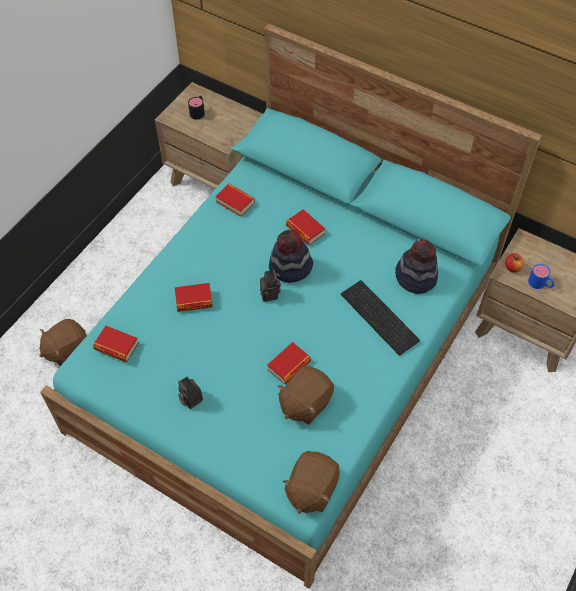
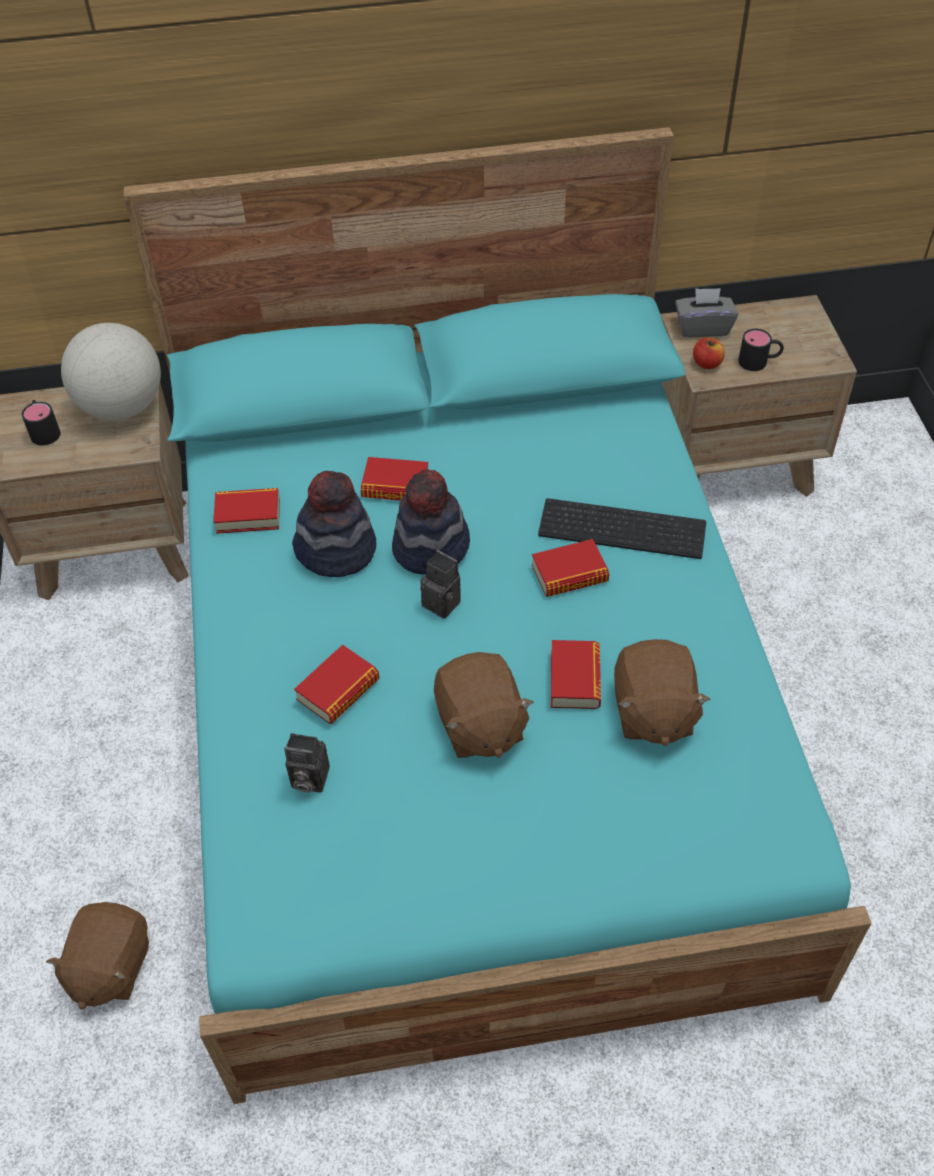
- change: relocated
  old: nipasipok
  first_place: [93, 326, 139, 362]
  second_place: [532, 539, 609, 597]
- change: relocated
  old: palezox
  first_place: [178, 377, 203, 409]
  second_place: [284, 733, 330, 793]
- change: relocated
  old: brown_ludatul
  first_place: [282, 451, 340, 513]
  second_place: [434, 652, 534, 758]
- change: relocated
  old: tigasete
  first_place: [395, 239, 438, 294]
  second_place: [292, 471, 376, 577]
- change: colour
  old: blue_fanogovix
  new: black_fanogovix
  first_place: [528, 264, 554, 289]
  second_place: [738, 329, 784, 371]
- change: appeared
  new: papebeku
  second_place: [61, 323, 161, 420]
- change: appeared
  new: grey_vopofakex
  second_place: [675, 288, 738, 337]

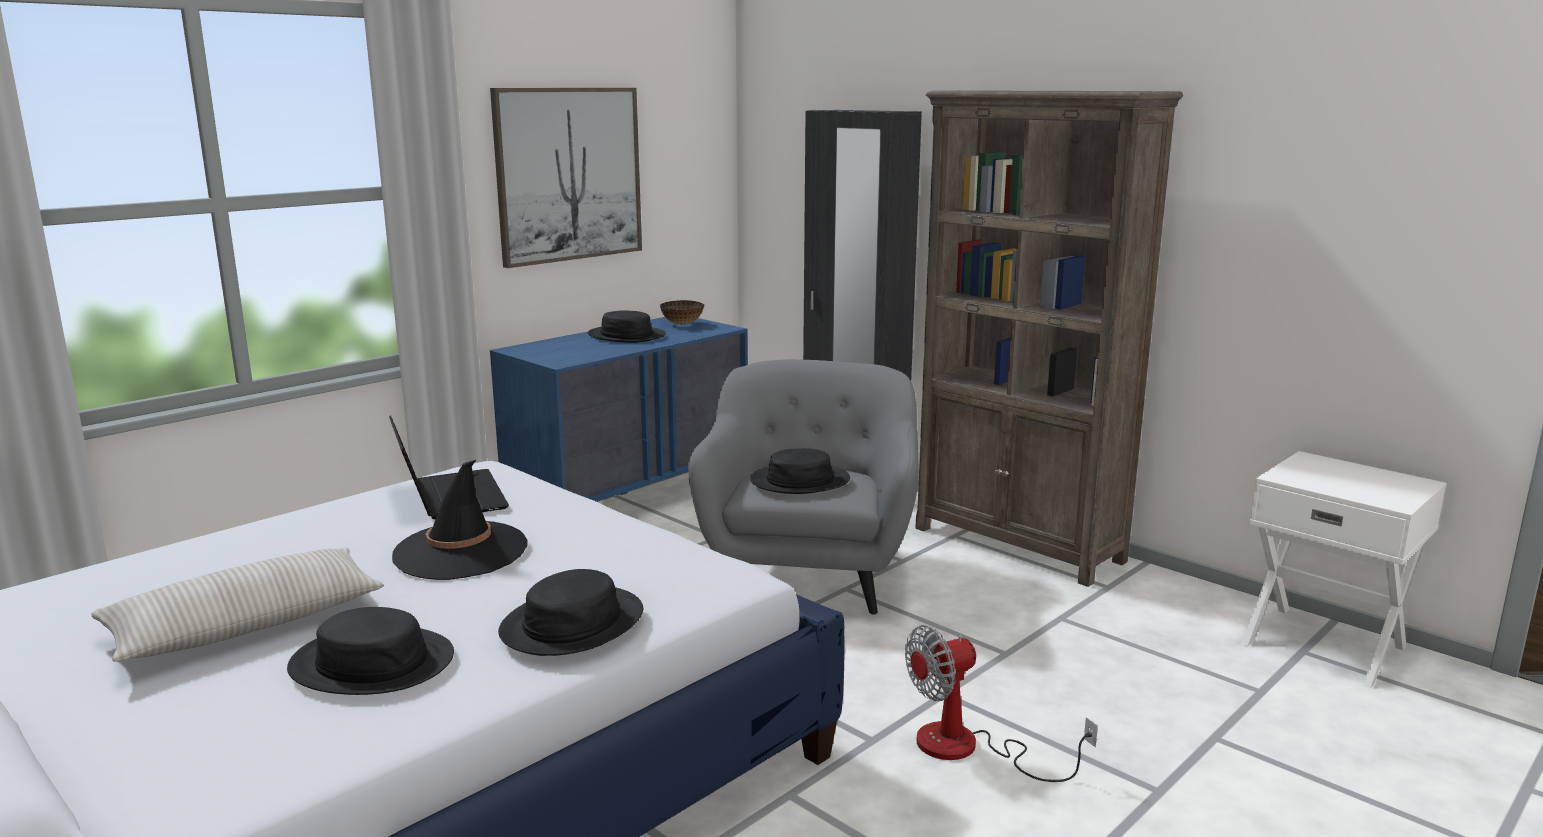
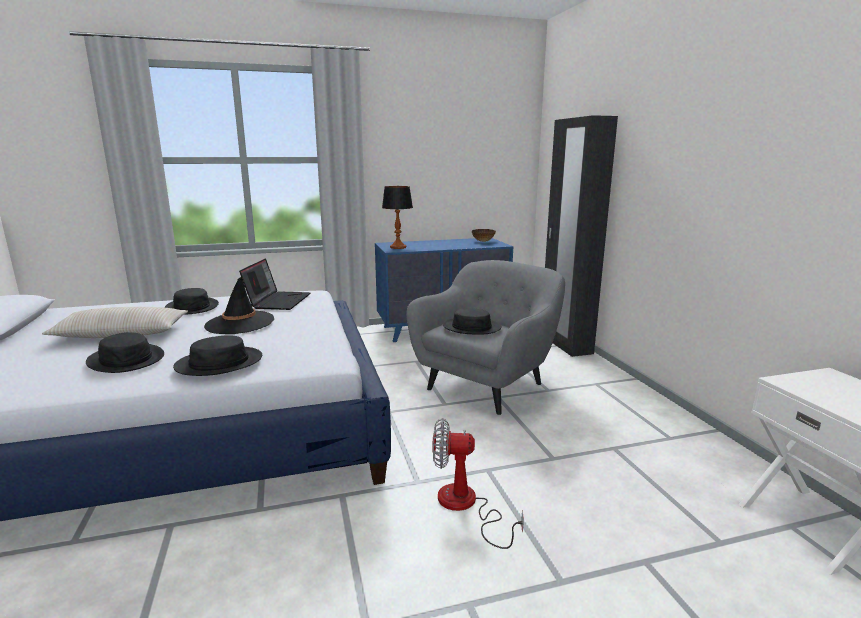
- change: missing
  old: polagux
  first_place: [490, 88, 642, 268]
- change: relocated
  old: black_tigasete
  first_place: [588, 310, 666, 343]
  second_place: [165, 288, 219, 315]
- change: missing
  old: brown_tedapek
  first_place: [915, 91, 1183, 587]
- change: appeared
  new: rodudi
  second_place: [382, 186, 413, 249]

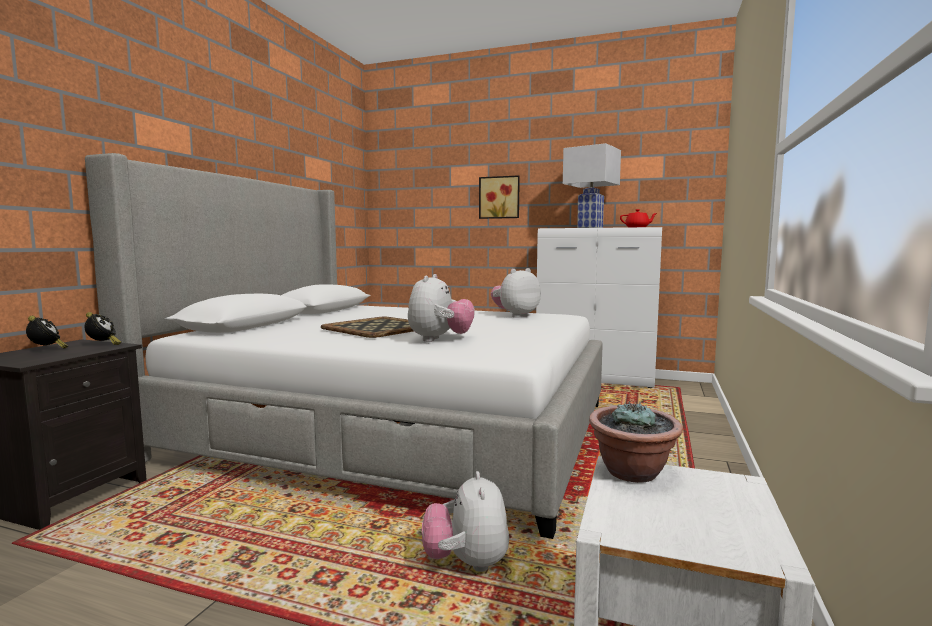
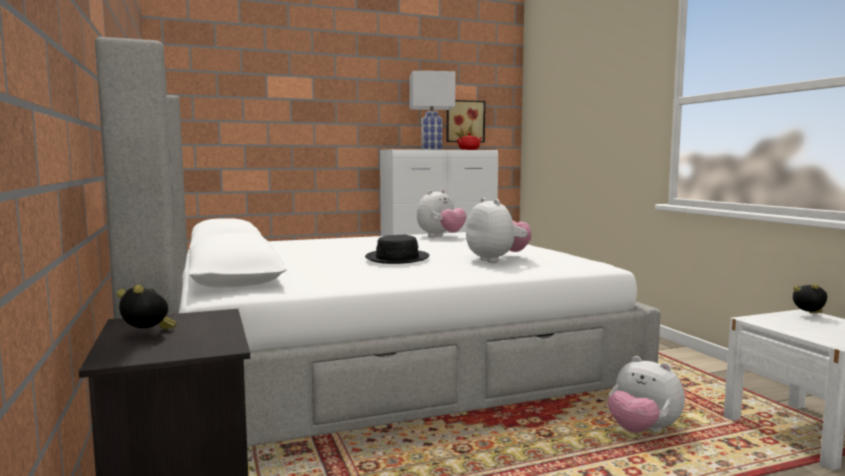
- change: relocated
  old: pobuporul
  first_place: [84, 312, 121, 345]
  second_place: [793, 284, 827, 313]
- change: exchanged
  old: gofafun
  new: black_tigasete
  first_place: [321, 317, 413, 338]
  second_place: [365, 235, 429, 264]
- change: relocated
  old: polagux
  first_place: [479, 175, 520, 219]
  second_place: [447, 100, 485, 142]
- change: spun
  old: ludatul
  first_place: [491, 268, 541, 318]
  second_place: [417, 189, 467, 237]
  degrees: -150
- change: missing
  old: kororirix
  first_place: [589, 402, 683, 483]

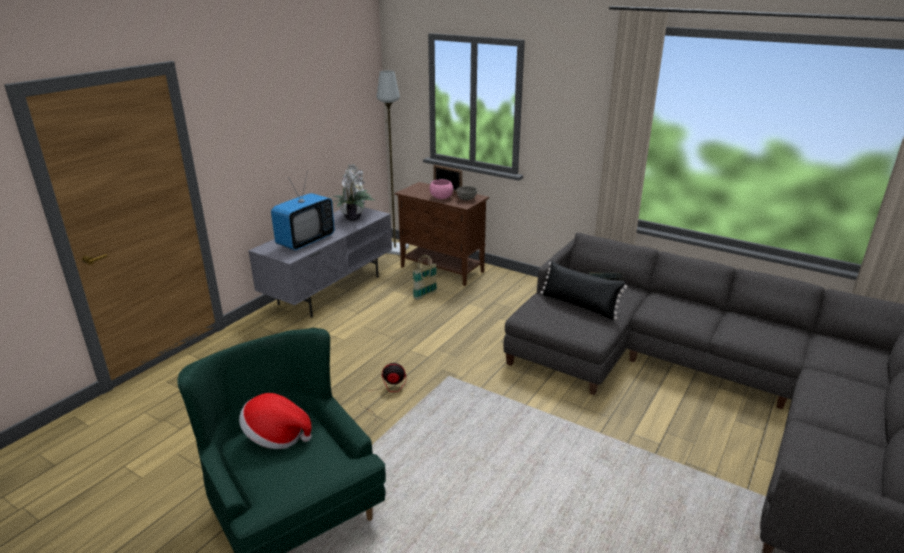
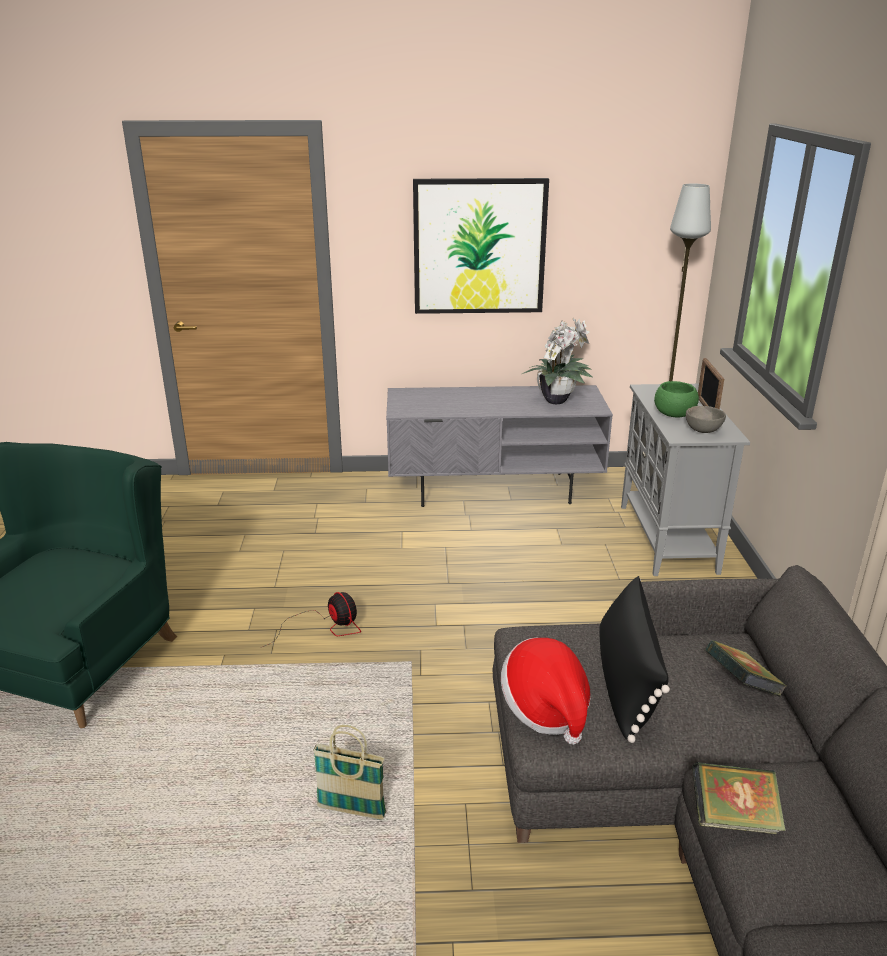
- change: relocated
  old: tigasete
  first_place: [239, 393, 312, 449]
  second_place: [501, 638, 591, 745]
- change: missing
  old: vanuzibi
  first_place: [271, 171, 335, 250]
- change: colour
  old: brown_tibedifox
  new: grey_tibedifox
  first_place: [395, 182, 489, 286]
  second_place: [621, 384, 750, 576]
- change: relocated
  old: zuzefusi
  first_place: [413, 255, 437, 300]
  second_place: [313, 725, 386, 820]
- change: colour
  old: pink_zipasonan
  new: green_zipasonan
  first_place: [430, 179, 453, 199]
  second_place: [654, 381, 699, 418]
- change: appeared
  new: polagux
  second_place: [413, 178, 549, 314]
- change: appeared
  new: nipasipok
  second_place: [692, 762, 786, 834]

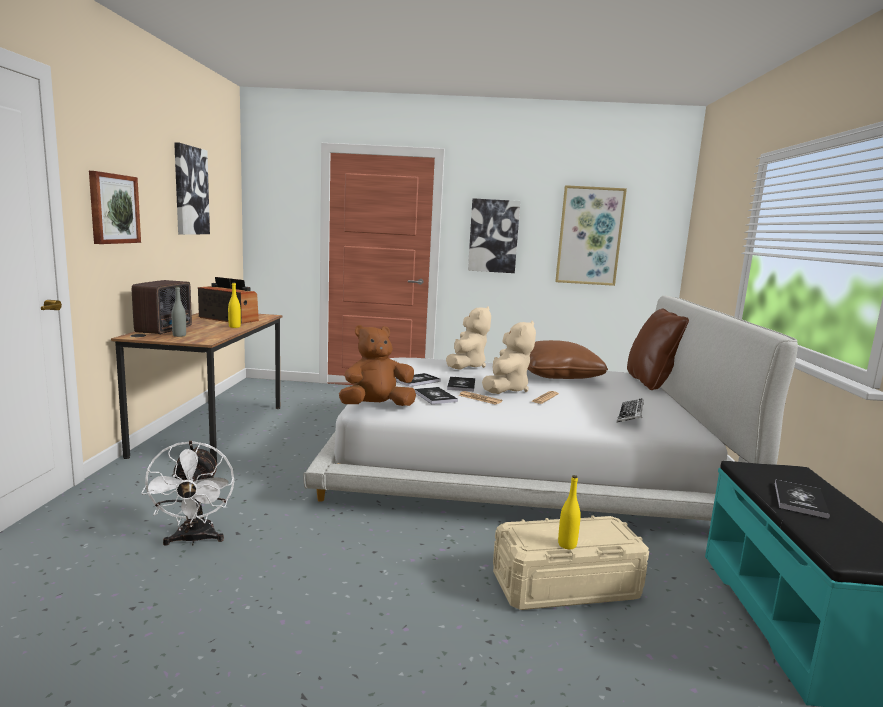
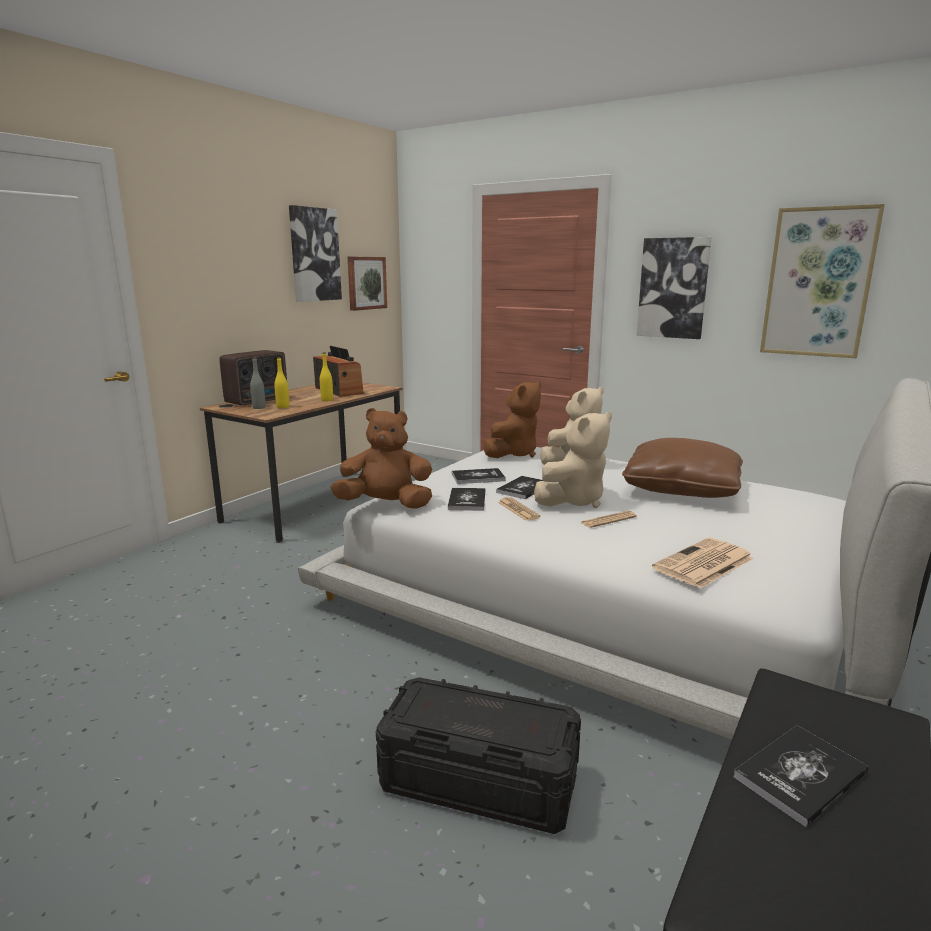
- change: relocated
  old: polagux
  first_place: [89, 171, 141, 244]
  second_place: [348, 257, 387, 311]
- change: missing
  old: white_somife
  first_place: [141, 441, 234, 546]
- change: colour
  old: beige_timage
  new: black_timage
  first_place: [493, 515, 649, 610]
  second_place: [376, 677, 581, 834]
- change: relocated
  old: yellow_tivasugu
  first_place: [558, 475, 581, 549]
  second_place: [274, 357, 289, 408]
- change: exchanged
  old: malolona
  new: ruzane
  first_place: [617, 398, 644, 422]
  second_place: [652, 538, 754, 588]
- change: missing
  old: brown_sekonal
  first_place: [627, 309, 689, 390]
- change: appeared
  new: brown_ludatul
  second_place: [483, 381, 541, 458]

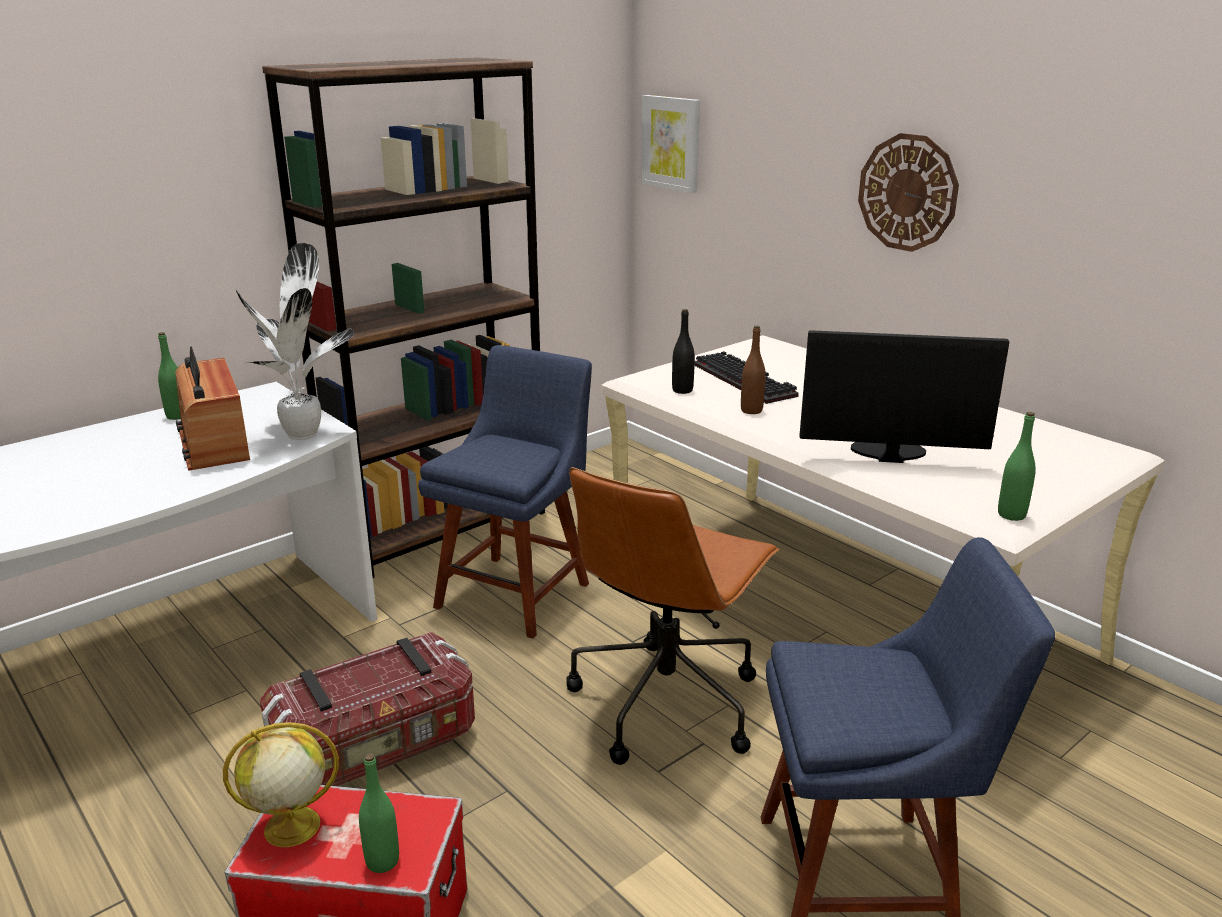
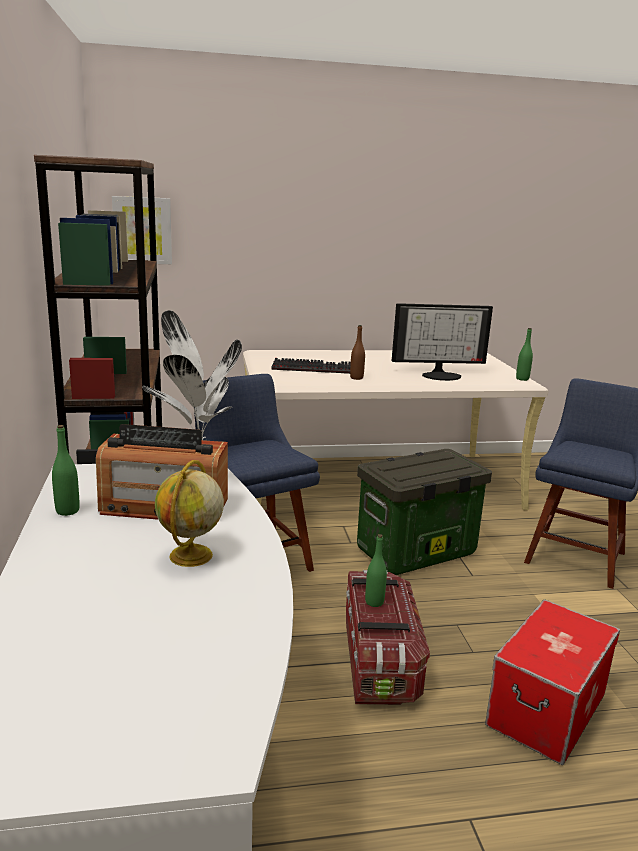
- change: relocated
  old: papebeku
  first_place: [223, 722, 339, 847]
  second_place: [155, 460, 224, 567]
- change: relocated
  old: green_tivasugu
  first_place: [359, 753, 399, 873]
  second_place: [365, 534, 387, 607]
- change: exchanged
  old: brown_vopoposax
  new: timage
  first_place: [566, 467, 780, 765]
  second_place: [357, 449, 492, 575]
- change: missing
  old: black_tivasugu
  first_place: [672, 309, 695, 394]
- change: spun
  old: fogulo
  first_place: [800, 330, 1009, 463]
  second_place: [392, 303, 493, 381]
  degrees: -135
- change: missing
  old: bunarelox
  first_place: [858, 133, 959, 252]

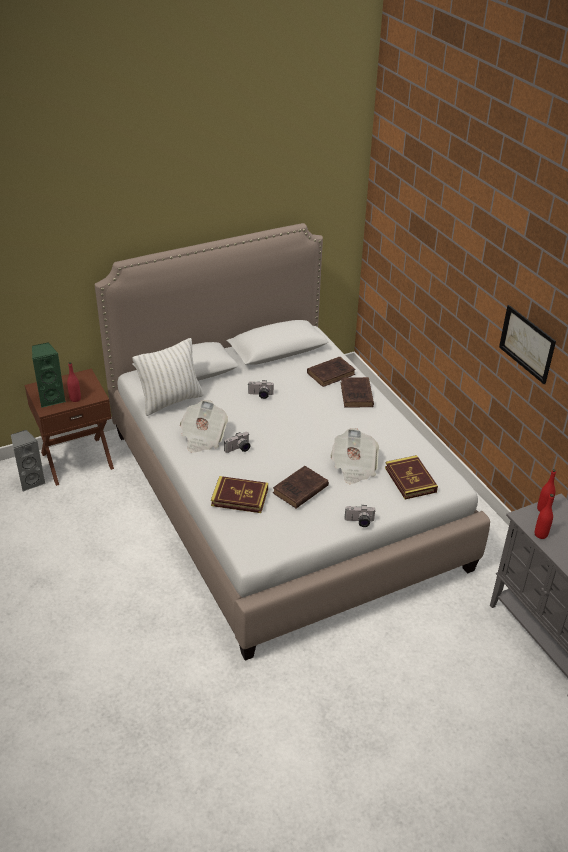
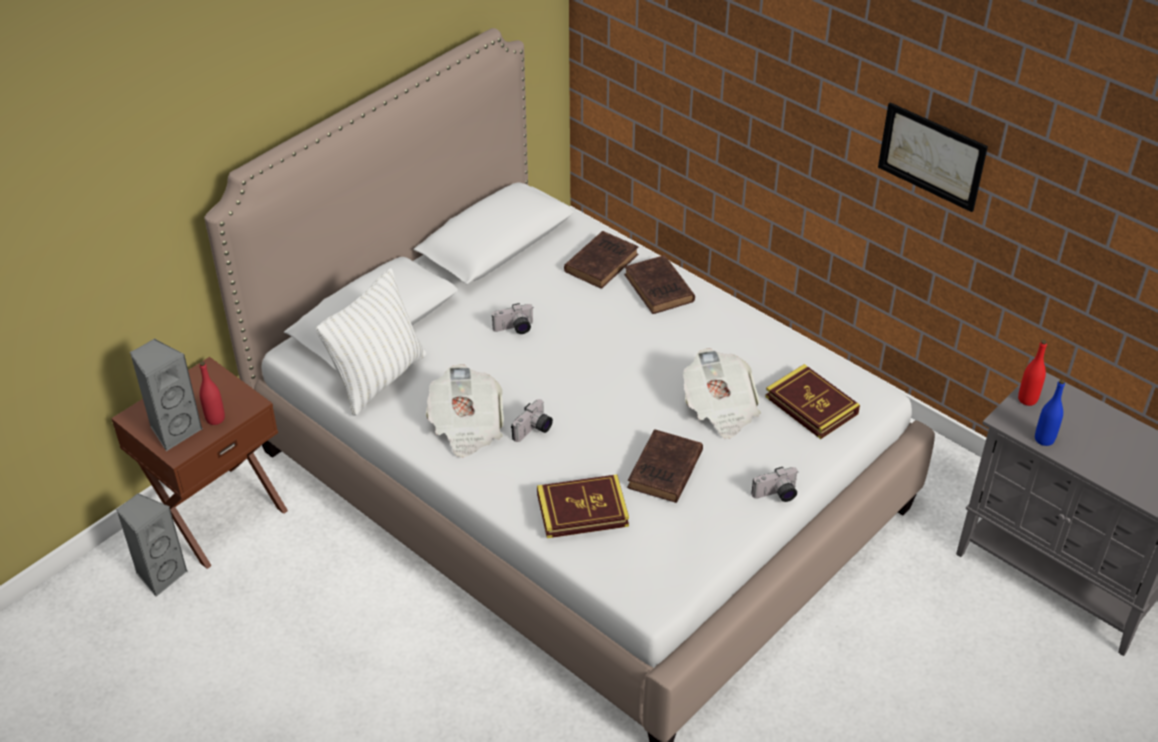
- change: colour
  old: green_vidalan
  new: grey_vidalan
  first_place: [32, 342, 66, 408]
  second_place: [129, 338, 203, 451]
- change: colour
  old: red_tivasugu
  new: blue_tivasugu
  first_place: [535, 494, 554, 539]
  second_place: [1035, 379, 1065, 446]

